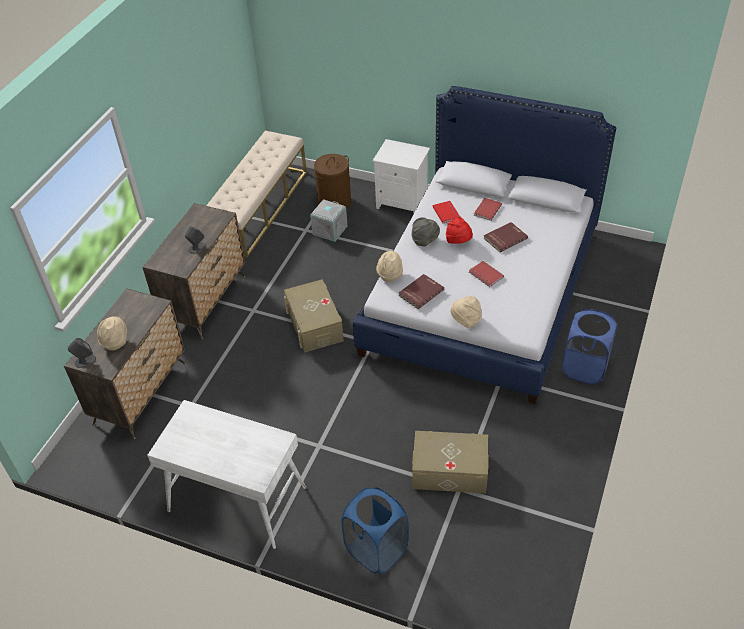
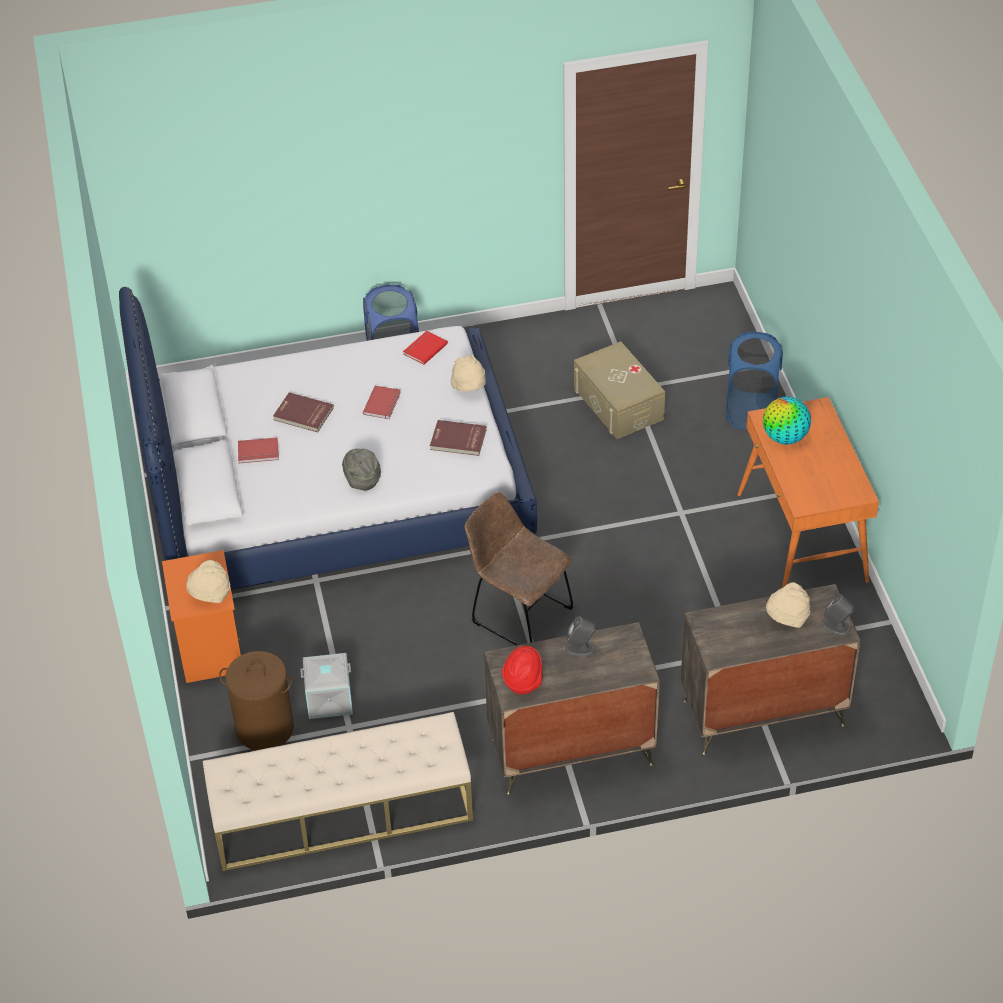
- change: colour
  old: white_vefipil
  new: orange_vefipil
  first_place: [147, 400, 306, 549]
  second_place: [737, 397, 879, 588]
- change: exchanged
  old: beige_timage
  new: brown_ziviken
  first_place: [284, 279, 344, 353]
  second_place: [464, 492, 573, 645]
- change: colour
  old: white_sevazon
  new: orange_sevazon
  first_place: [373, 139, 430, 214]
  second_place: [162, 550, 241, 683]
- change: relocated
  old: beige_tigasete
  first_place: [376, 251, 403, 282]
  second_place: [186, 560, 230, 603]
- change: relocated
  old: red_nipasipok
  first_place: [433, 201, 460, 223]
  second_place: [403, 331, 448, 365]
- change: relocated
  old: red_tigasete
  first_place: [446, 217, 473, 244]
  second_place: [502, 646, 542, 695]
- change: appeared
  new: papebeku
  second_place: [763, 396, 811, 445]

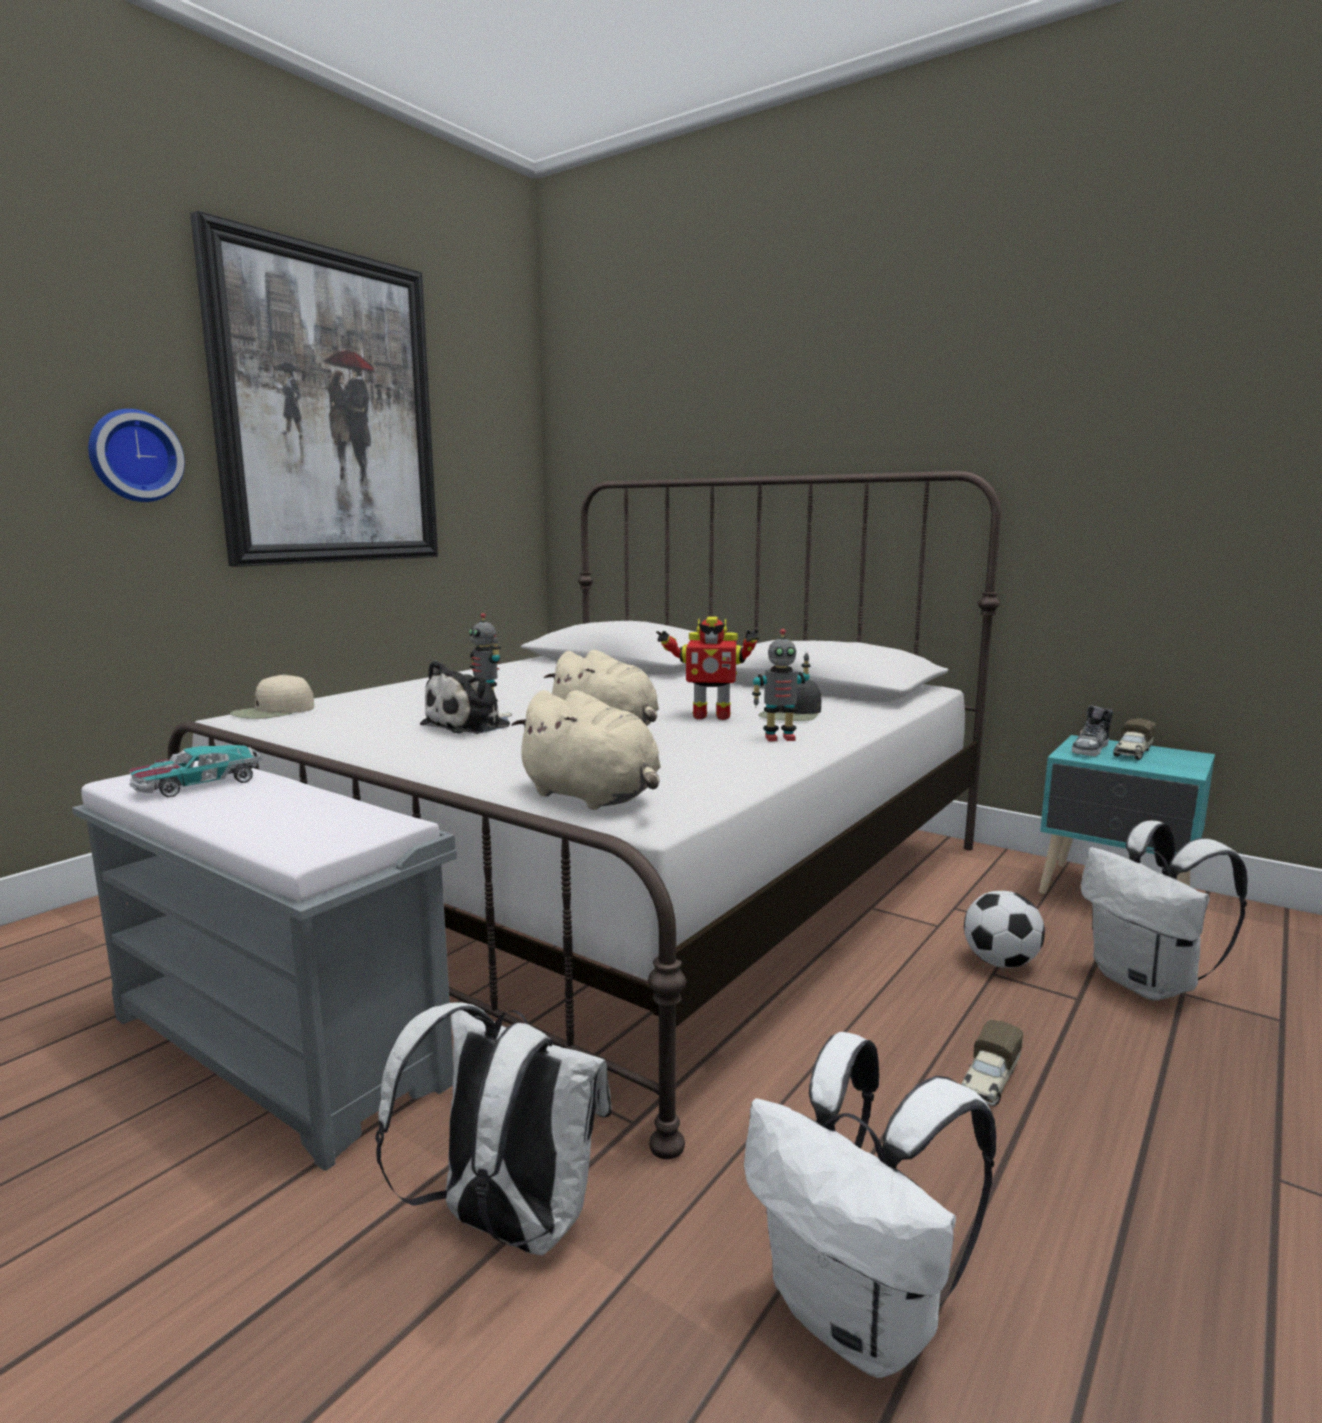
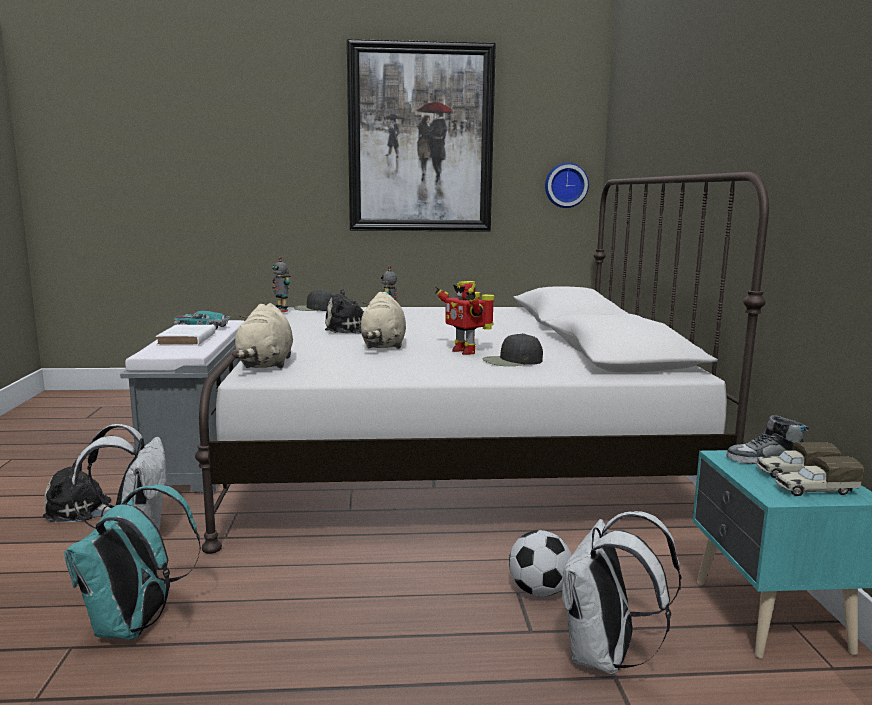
- change: relocated
  old: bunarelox
  first_place: [88, 409, 185, 502]
  second_place: [545, 162, 589, 208]
- change: colour
  old: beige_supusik
  new: black_supusik
  first_place: [230, 674, 314, 719]
  second_place: [294, 290, 333, 311]
- change: colour
  old: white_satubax
  new: turquoise_satubax
  first_place: [744, 1032, 996, 1378]
  second_place: [64, 484, 201, 639]
- change: relocated
  old: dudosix
  first_place: [752, 629, 811, 741]
  second_place: [272, 257, 290, 312]
- change: relocated
  old: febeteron
  first_place: [961, 1020, 1023, 1106]
  second_place: [775, 456, 864, 496]
- change: appeared
  new: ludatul
  second_place: [43, 460, 111, 522]
- change: appeared
  new: white_nipasipok
  second_place: [156, 325, 215, 346]

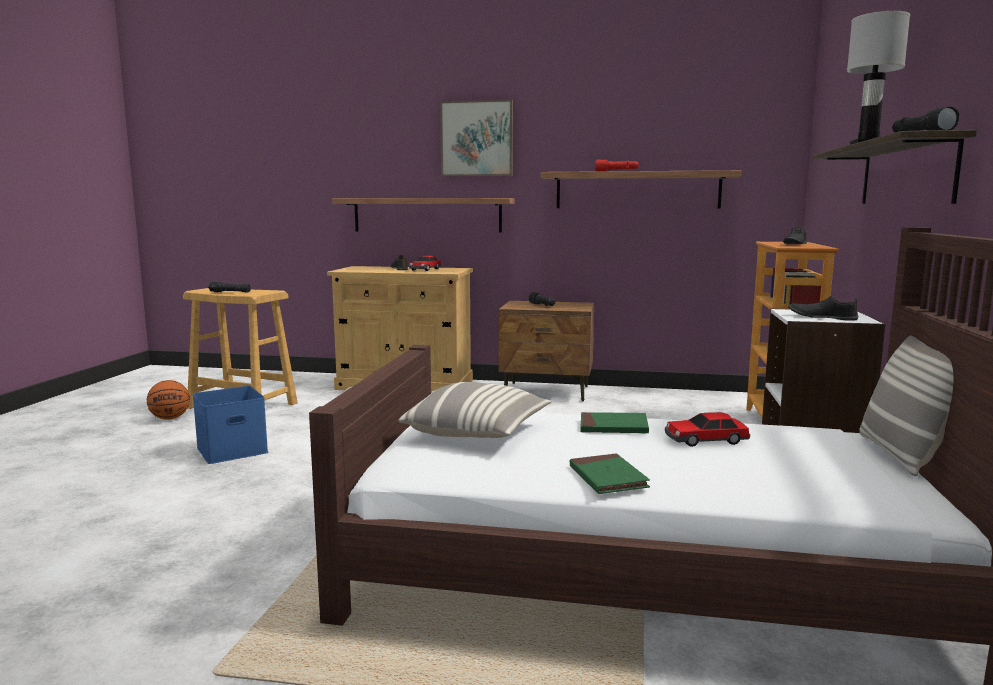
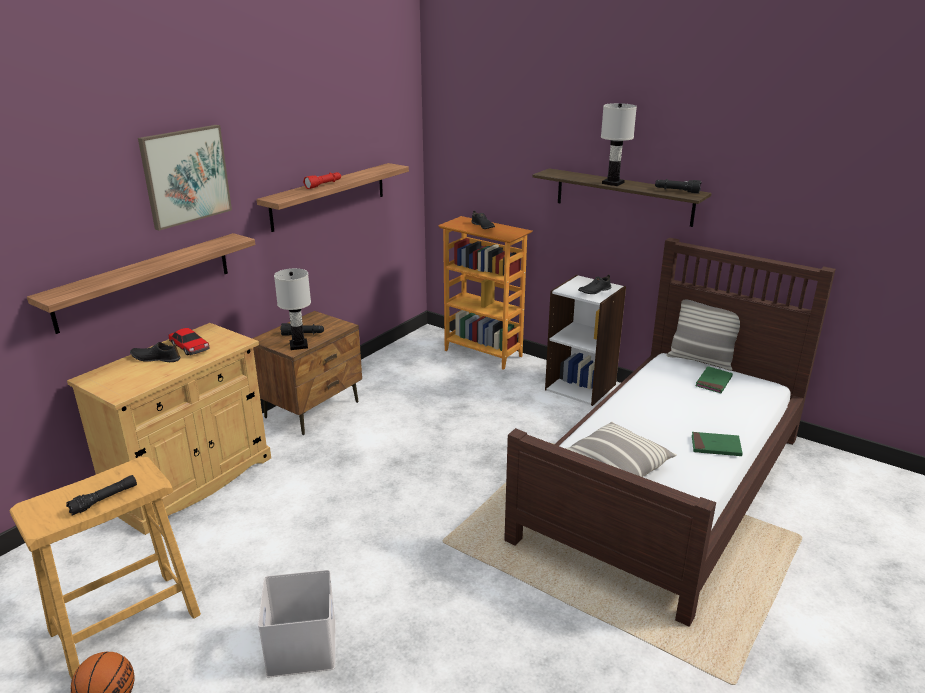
- change: colour
  old: blue_timage
  new: white_timage
  first_place: [193, 386, 268, 464]
  second_place: [258, 570, 335, 677]
- change: relocated
  old: green_nipasipok
  first_place: [581, 412, 649, 434]
  second_place: [695, 366, 733, 393]
- change: missing
  old: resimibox
  first_place: [665, 412, 750, 447]
- change: appeared
  new: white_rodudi
  second_place: [274, 268, 311, 350]

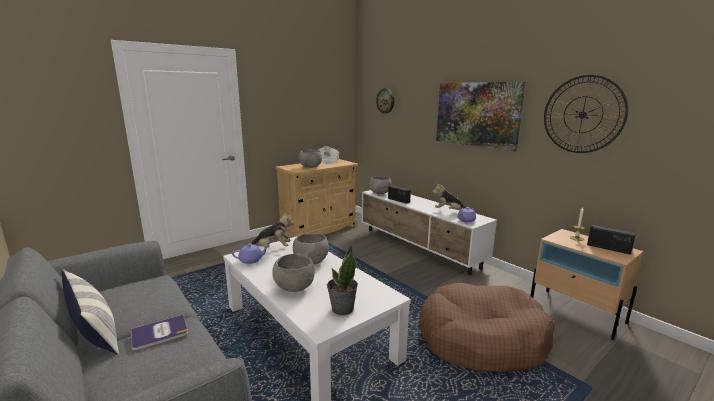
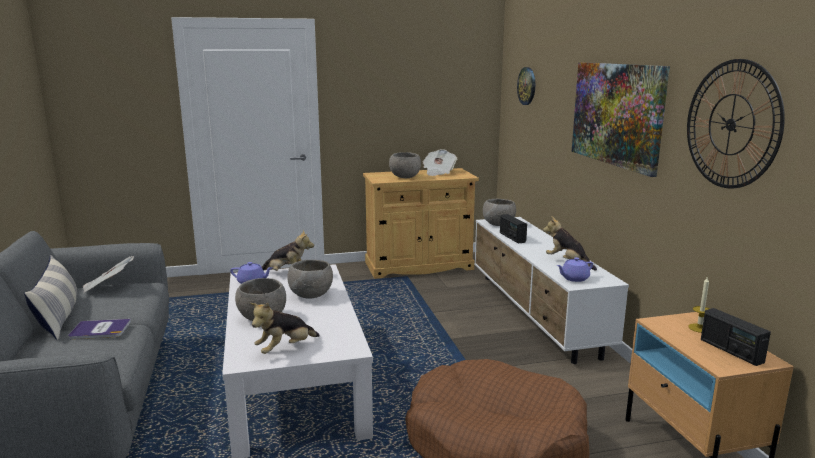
- change: exchanged
  old: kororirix
  new: ludatul
  first_place: [327, 246, 358, 315]
  second_place: [250, 303, 320, 354]
- change: appeared
  new: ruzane
  second_place: [83, 256, 134, 293]

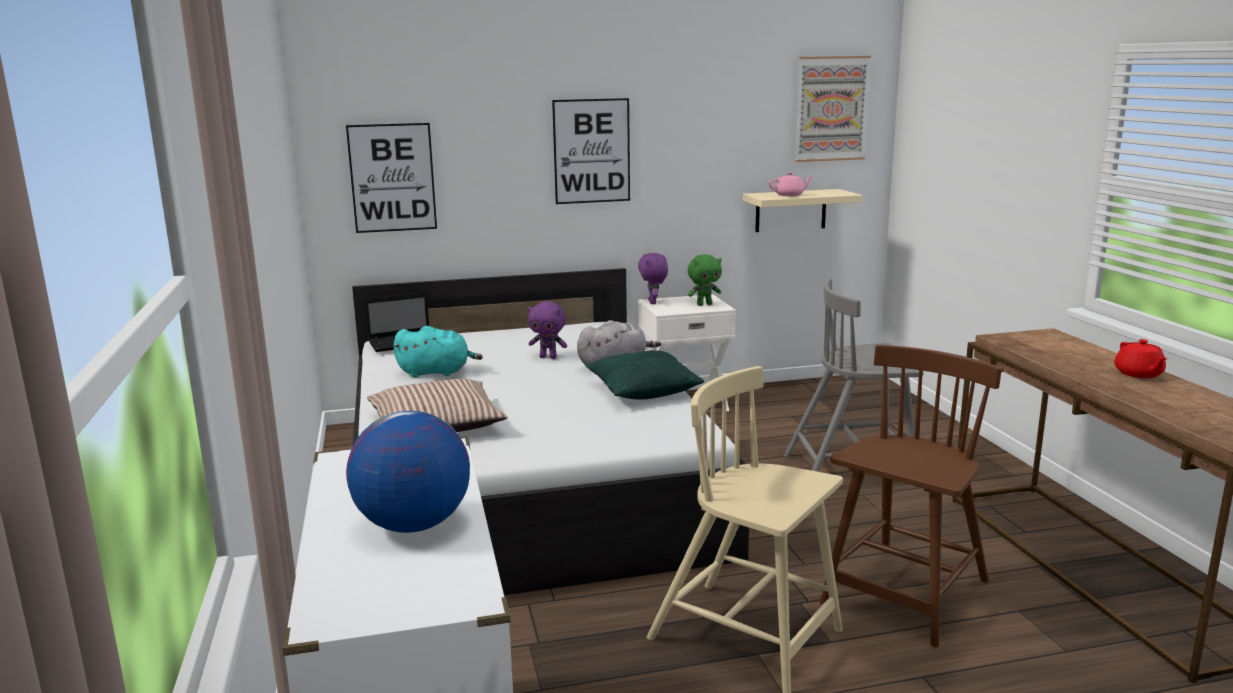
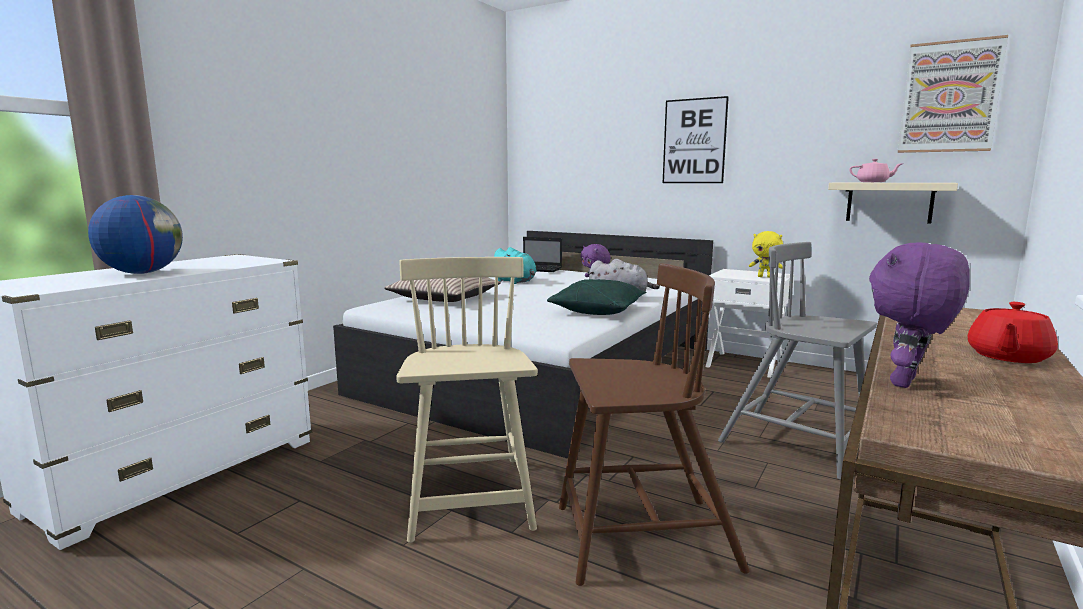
- change: missing
  old: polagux
  first_place: [346, 123, 437, 233]
- change: relocated
  old: purple_ludatul
  first_place: [638, 253, 668, 304]
  second_place: [869, 242, 970, 388]
- change: colour
  old: green_ludatul
  new: yellow_ludatul
  first_place: [688, 255, 722, 306]
  second_place: [749, 231, 783, 278]

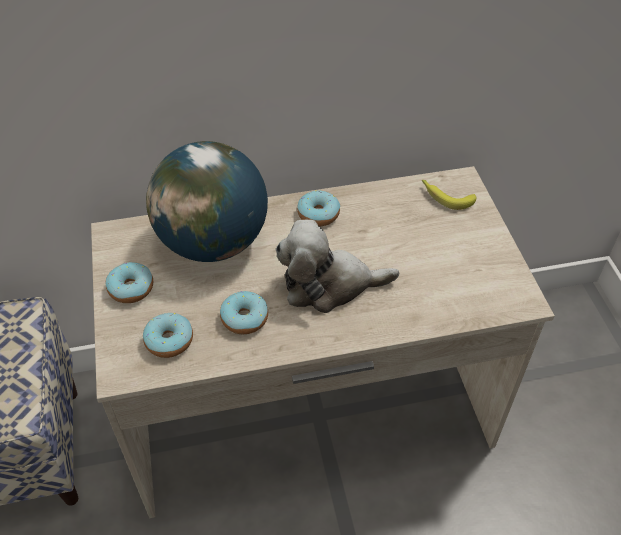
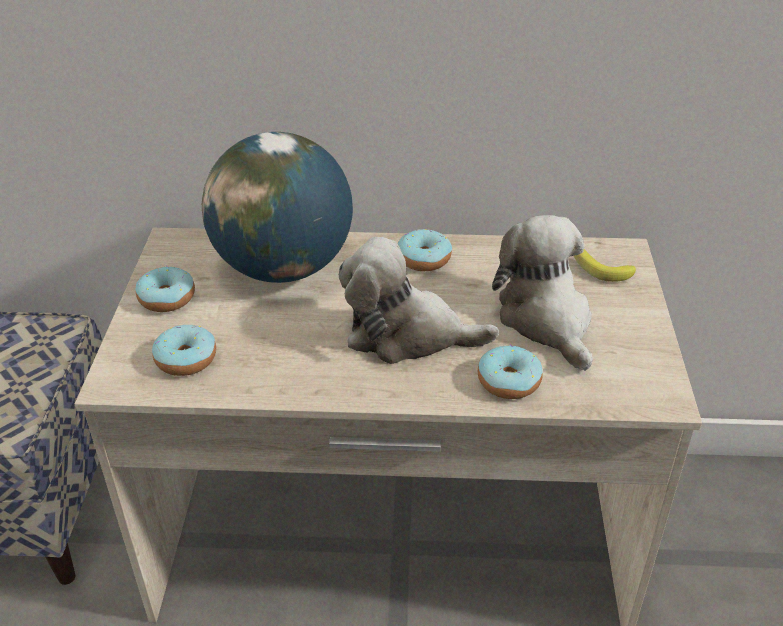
- change: relocated
  old: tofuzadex
  first_place: [220, 291, 268, 334]
  second_place: [478, 345, 543, 399]
- change: appeared
  new: ludatul
  second_place: [492, 215, 593, 371]

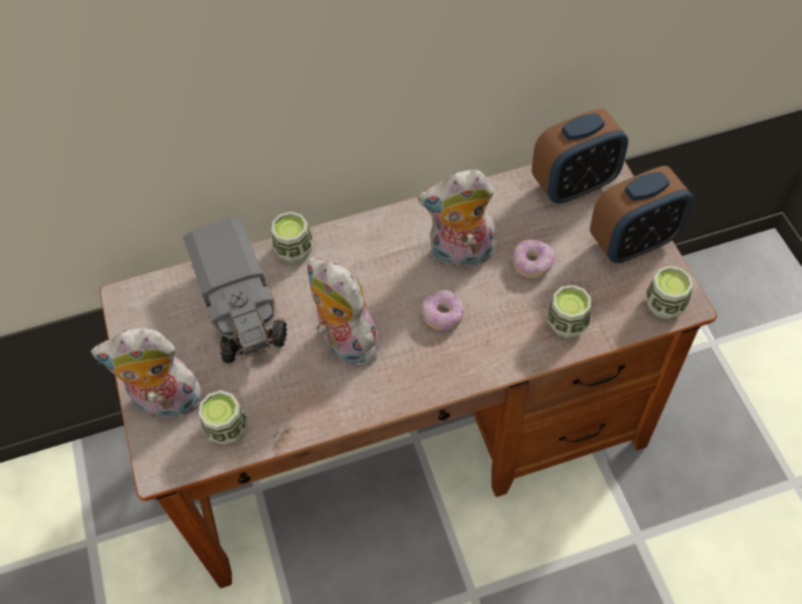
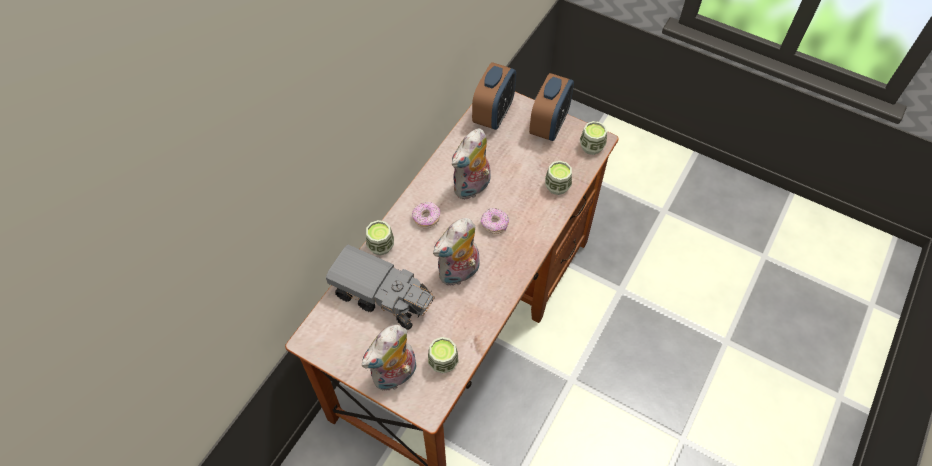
- change: spun
  old: ludatul
  first_place: [307, 258, 382, 367]
  second_place: [433, 218, 479, 287]
  degrees: -45
- change: relocated
  old: tofuzadex
  first_place: [512, 240, 555, 278]
  second_place: [412, 202, 440, 229]

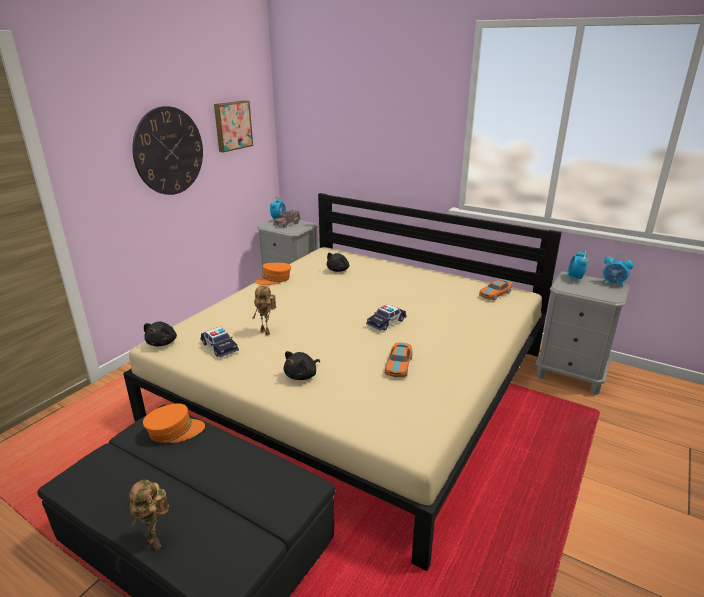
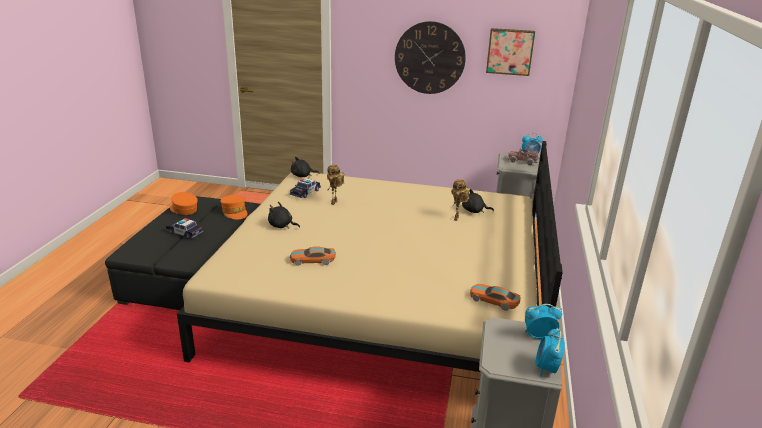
- change: relocated
  old: dudosix
  first_place: [129, 480, 169, 551]
  second_place: [451, 179, 470, 221]
- change: relocated
  old: orange_supusik
  first_place: [255, 263, 291, 285]
  second_place: [170, 192, 198, 215]
- change: relocated
  old: resimibox
  first_place: [366, 304, 407, 331]
  second_place: [166, 218, 203, 239]

